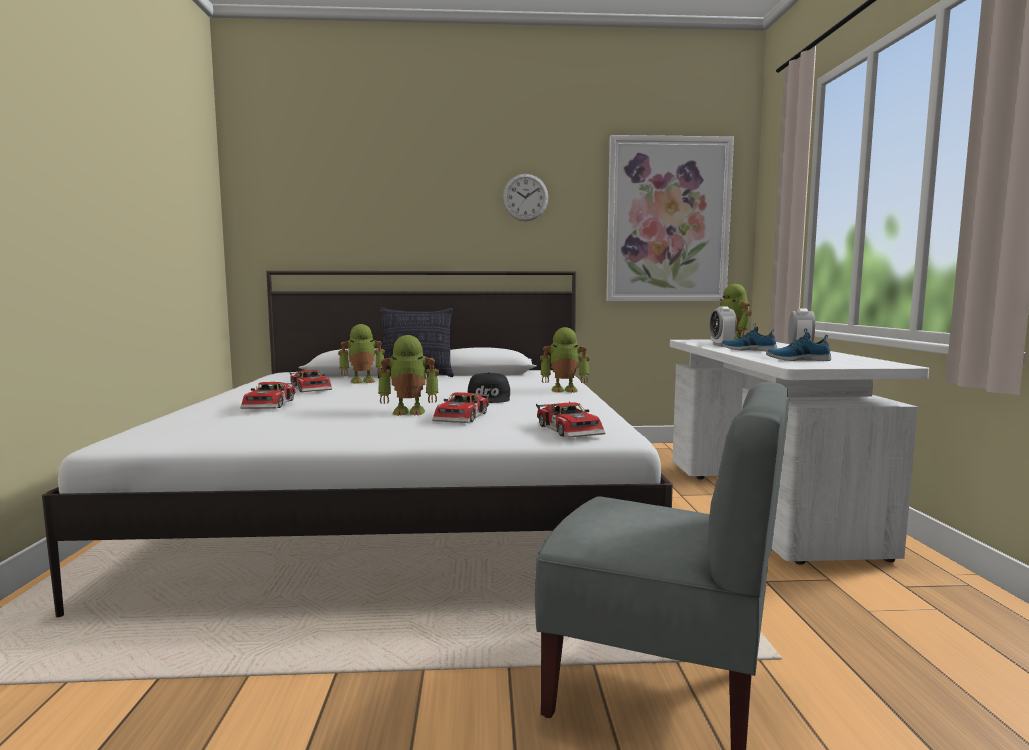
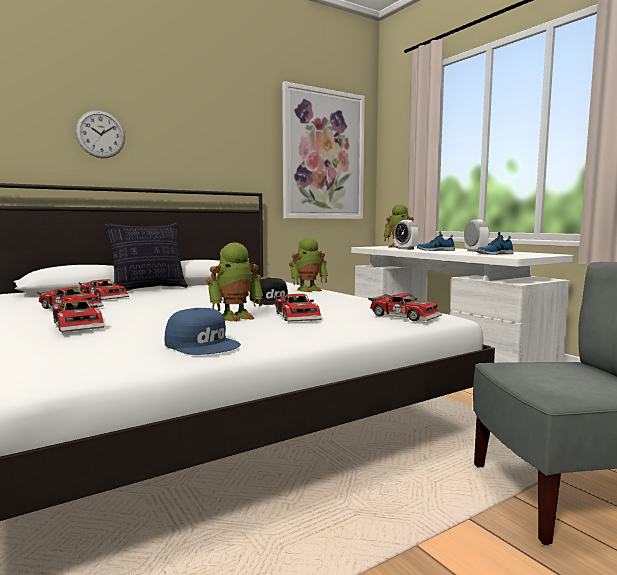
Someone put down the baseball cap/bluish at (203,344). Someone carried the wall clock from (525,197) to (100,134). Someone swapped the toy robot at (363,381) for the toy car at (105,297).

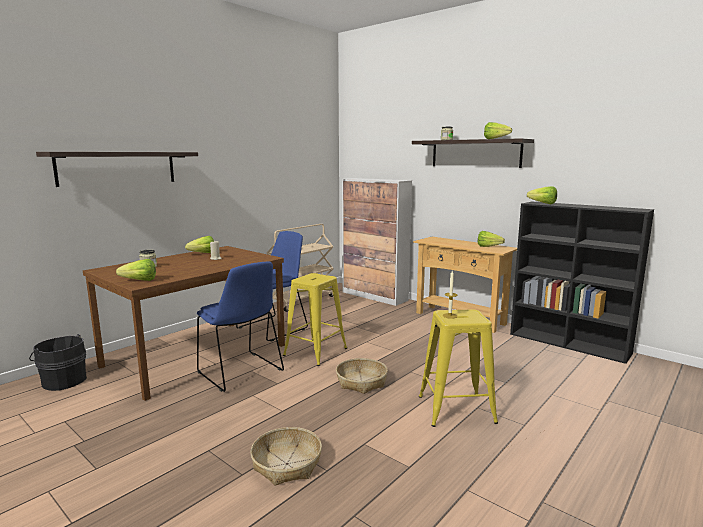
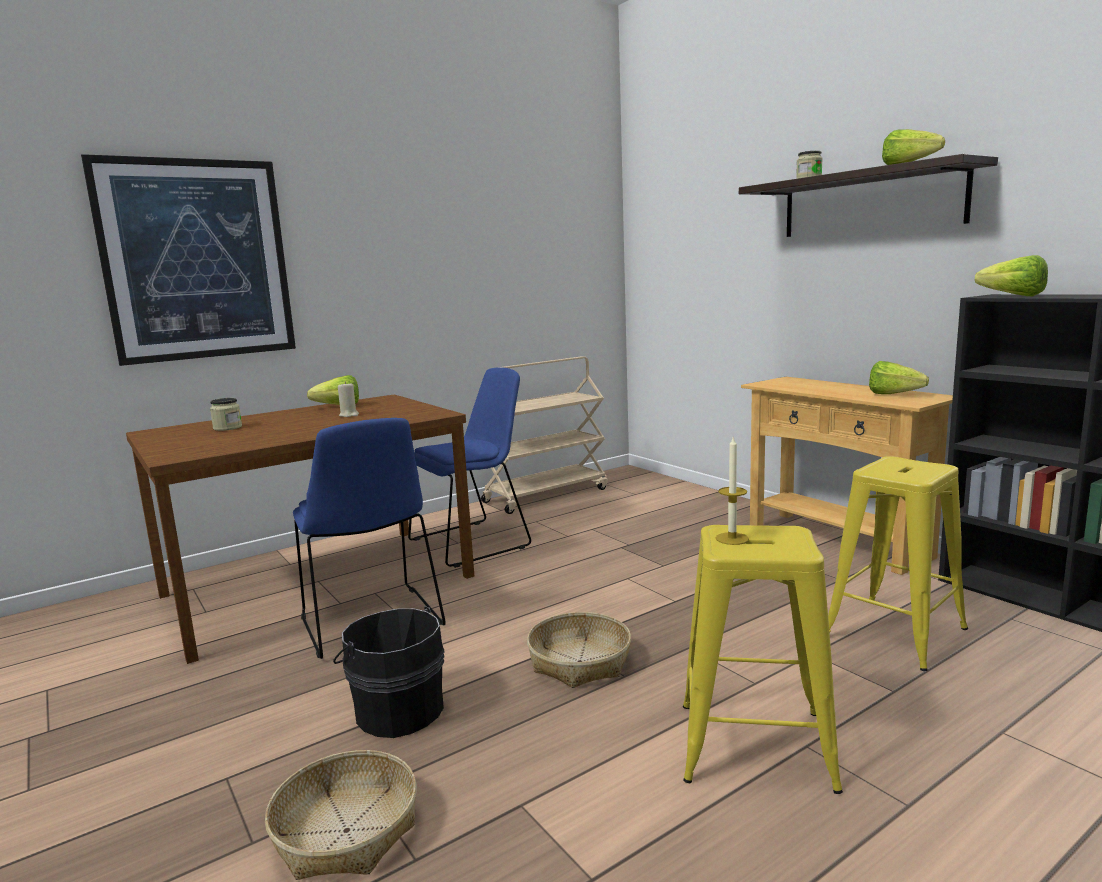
Someone took away the lettuce head at (137,281). Someone took away the cabinet at (374,296). Someone carried the pail/black-coloured from (63,380) to (397,709). Someone carried the stool/yellowish from (315,352) to (894,632). Someone swapped the bracket shelf at (118,168) for the picture at (197,260).

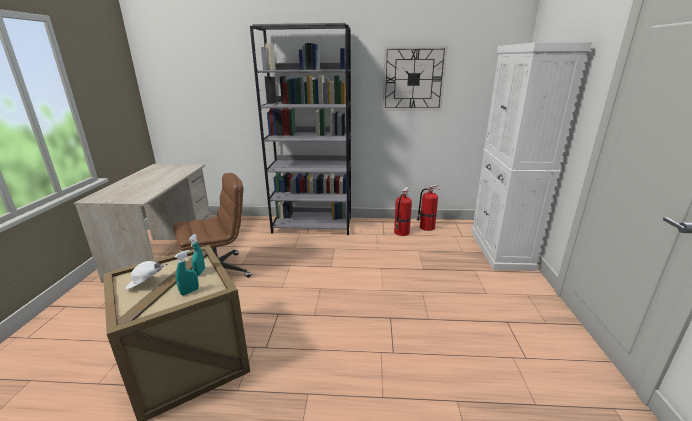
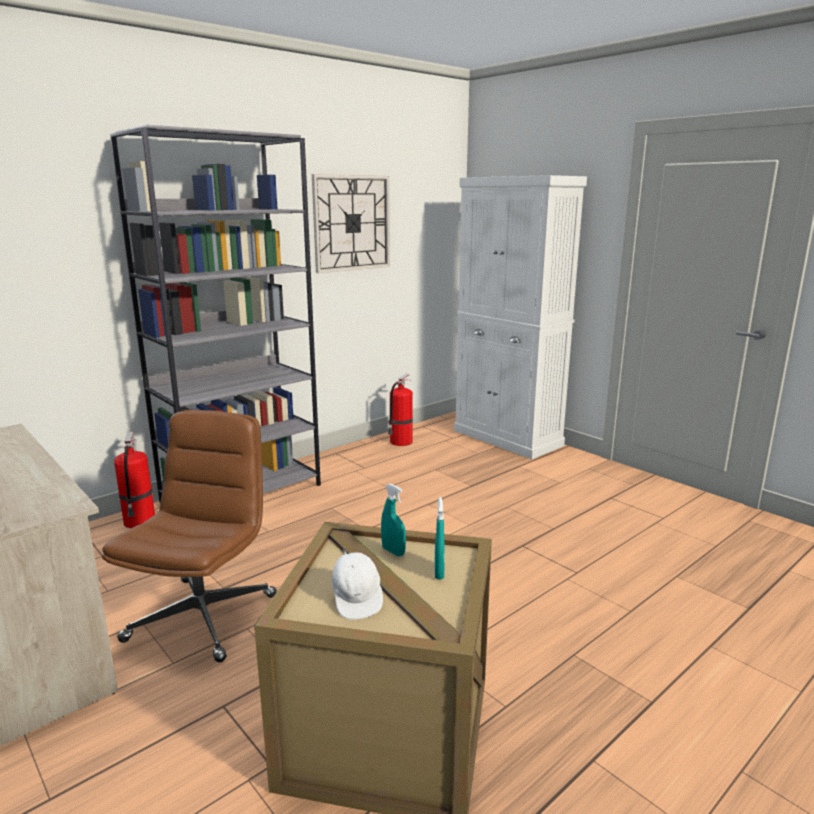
Someone carried the fire-fighting cylinder from (401,232) to (139,521). Someone rotated the baseball cap/whitish at (146,284) by 45 degrees counterclockwise.

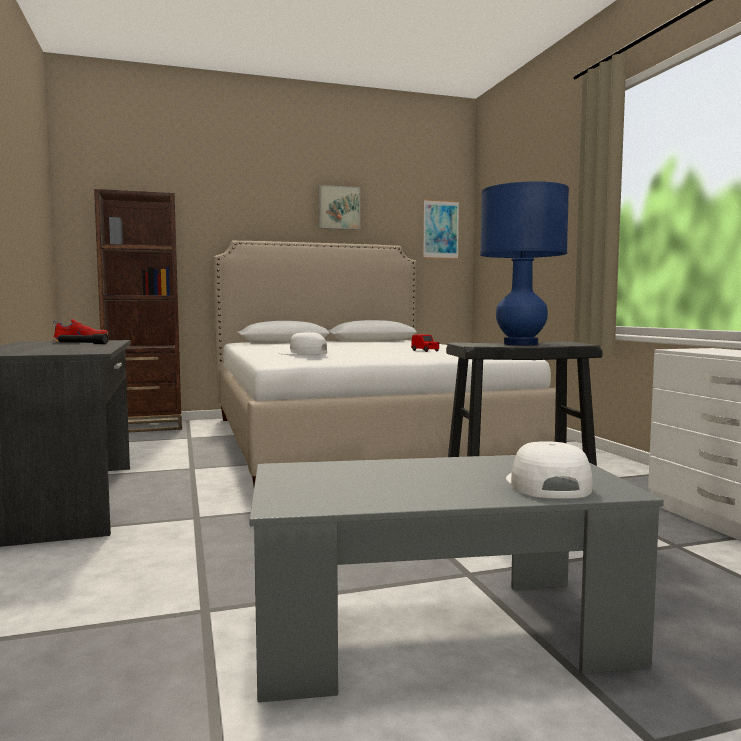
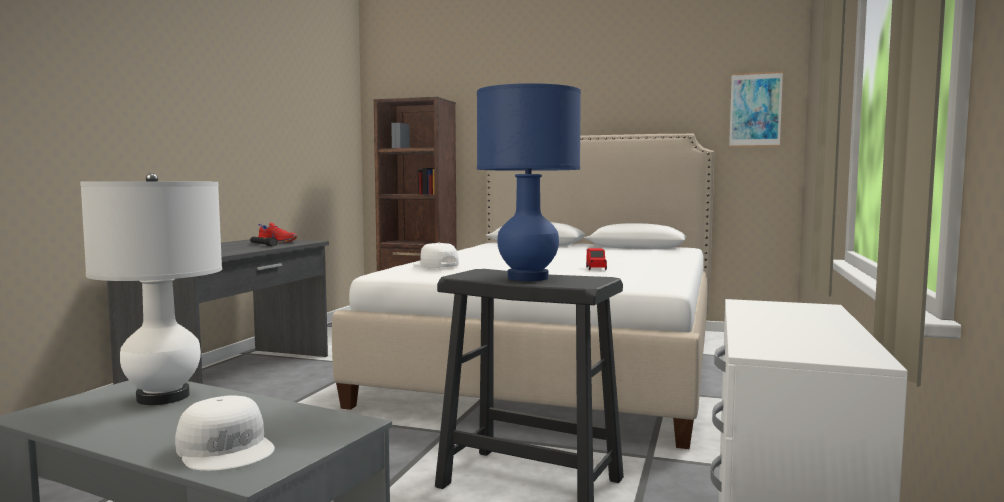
Someone took away the picture at (338,208). Someone put down the tabletop lamp/whitish at (163,397). Someone rotated the baseball cap/whitish at (545,485) by 105 degrees clockwise.

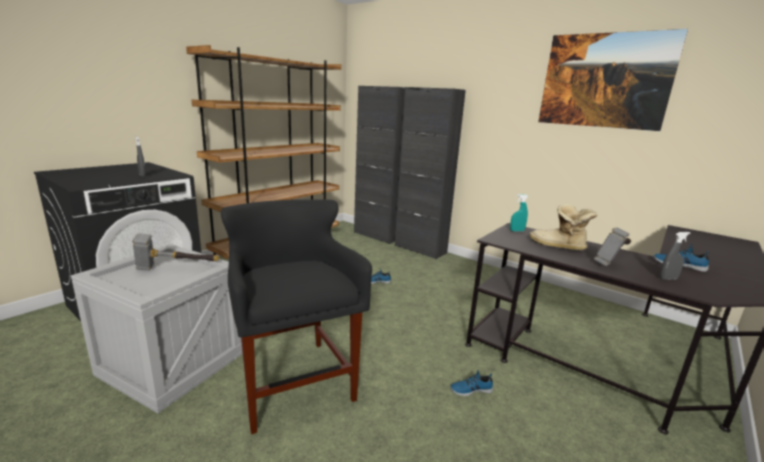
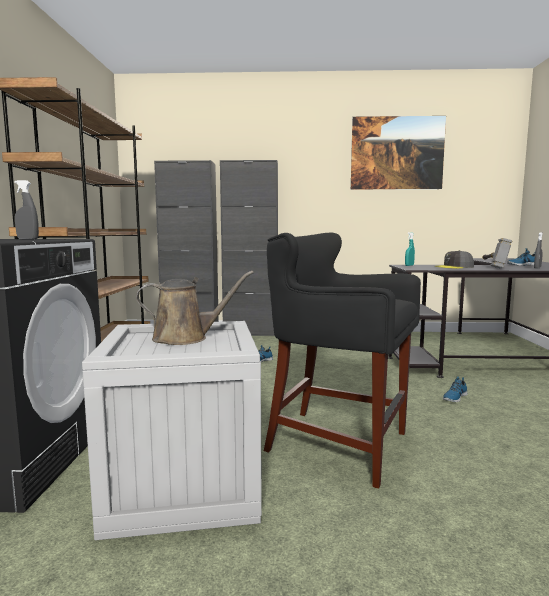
Someone swapped the tool hammer at (175,269) for the watering pot/brown-coloured at (186,338). Someone swapped the boot at (558,247) for the baseball cap/grey at (454,267).

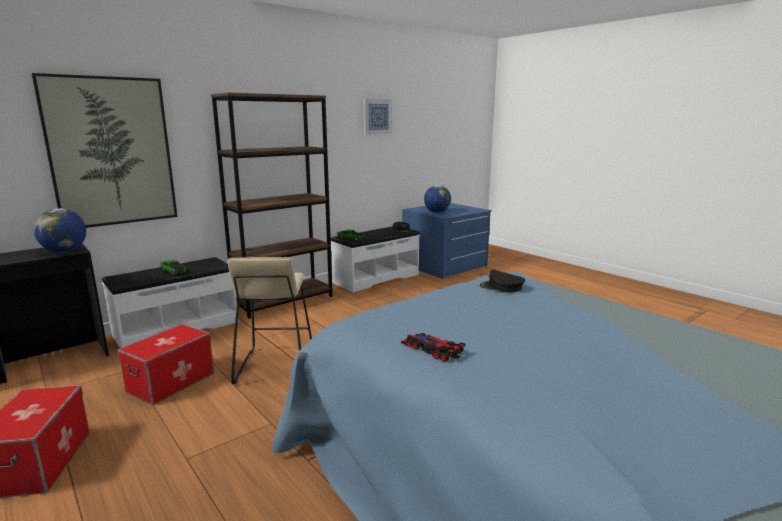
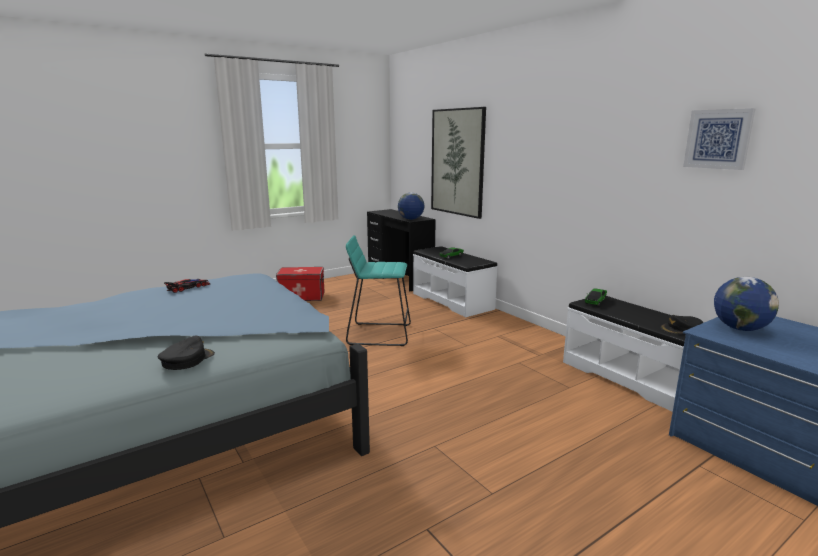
Someone took away the storage box at (171,382). Someone took away the bookcase/brown-coloured at (284,301). Someone carried the baseball cap/black-coloured from (501,287) to (187,359). Someone repainted the stool/beige-coloured at (275,366), which became the stool/turquoise-coloured at (379,334).

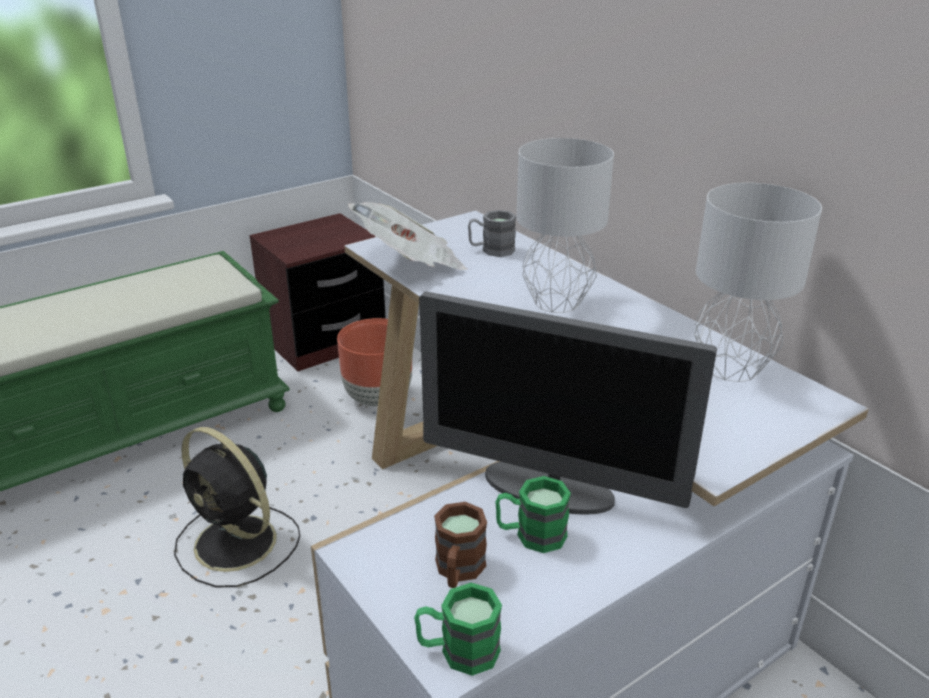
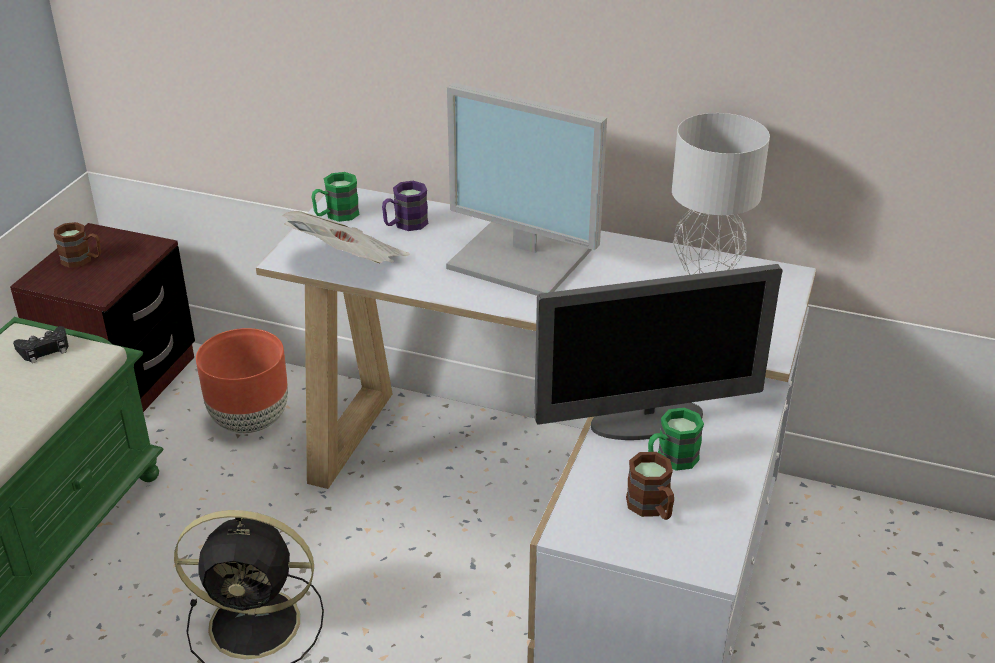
Someone put down the joypad/black-coloured at (44,349). Someone put down the coffee mug/brown-coloured at (82,260). Someone carried the coffee mug/green-coloured from (458,651) to (336,215). Someone swapped the tabletop lamp/grey at (558,302) for the computer screen at (523,258). Someone repainted the coffee mug/grey at (491,250), which became the coffee mug/purple at (405,224).

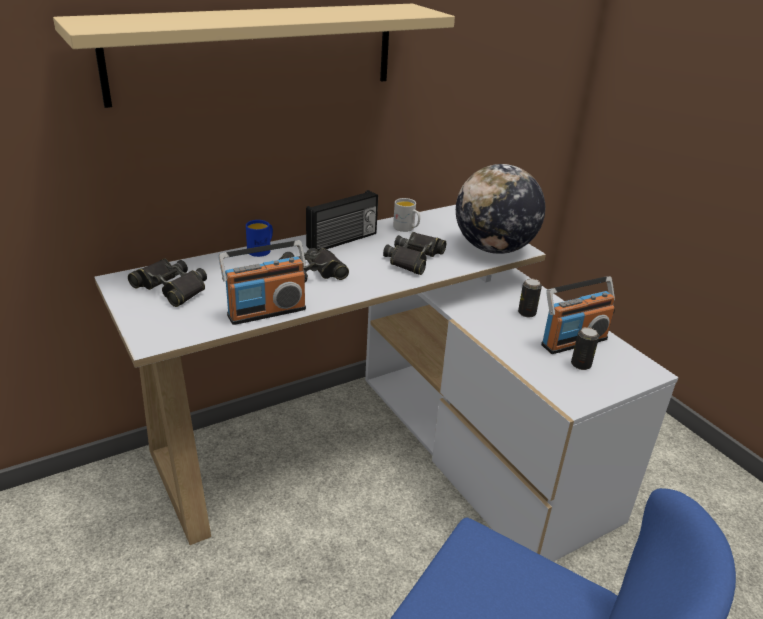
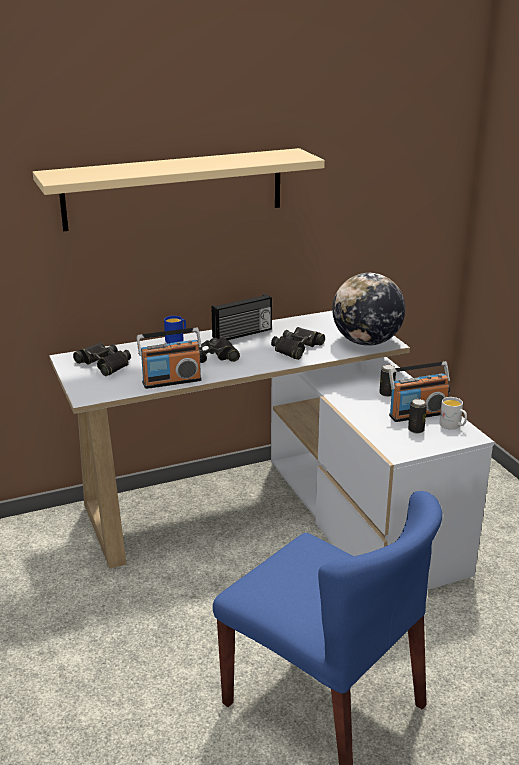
Someone carried the coffee mug/whitish from (406,228) to (453,426).

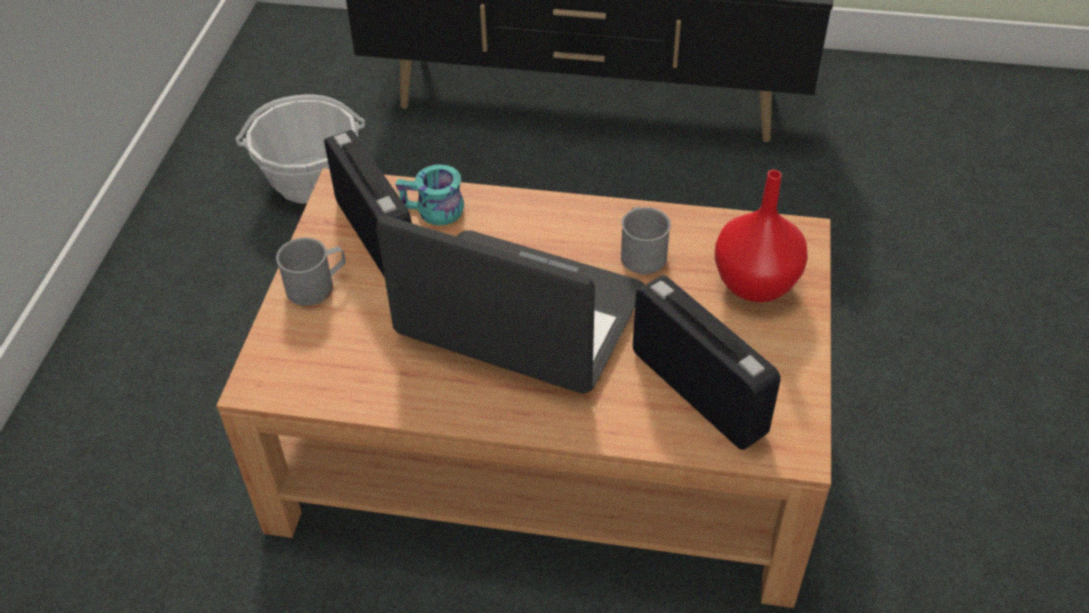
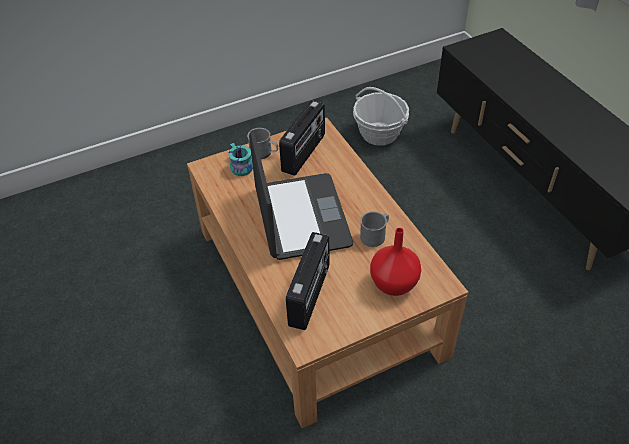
Someone carried the coffee mug/turquoise-coloured from (433,212) to (238,167).

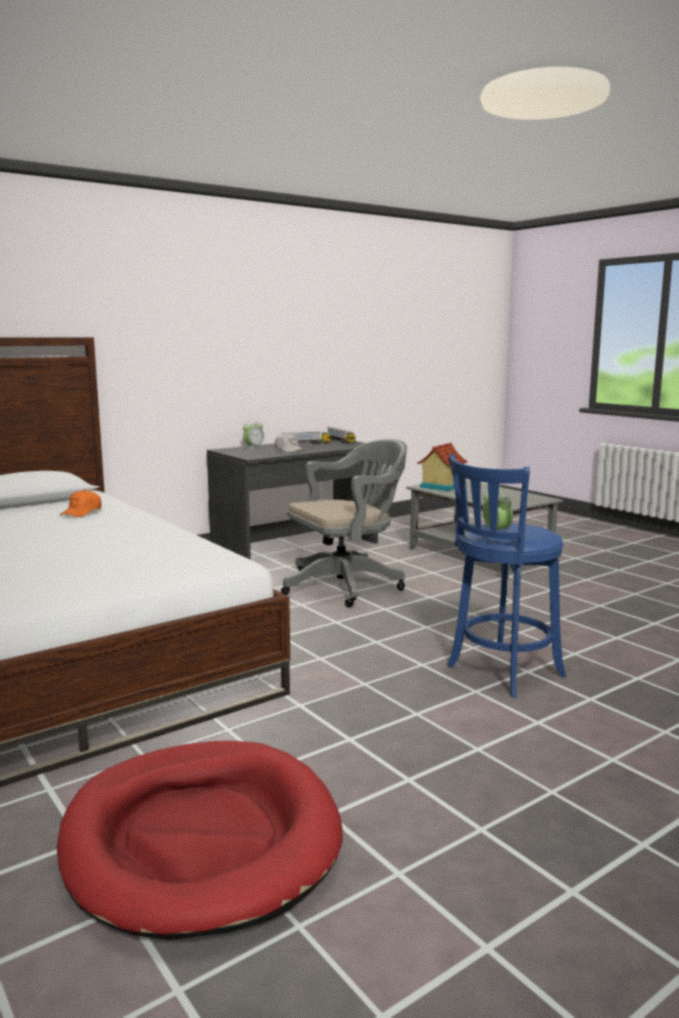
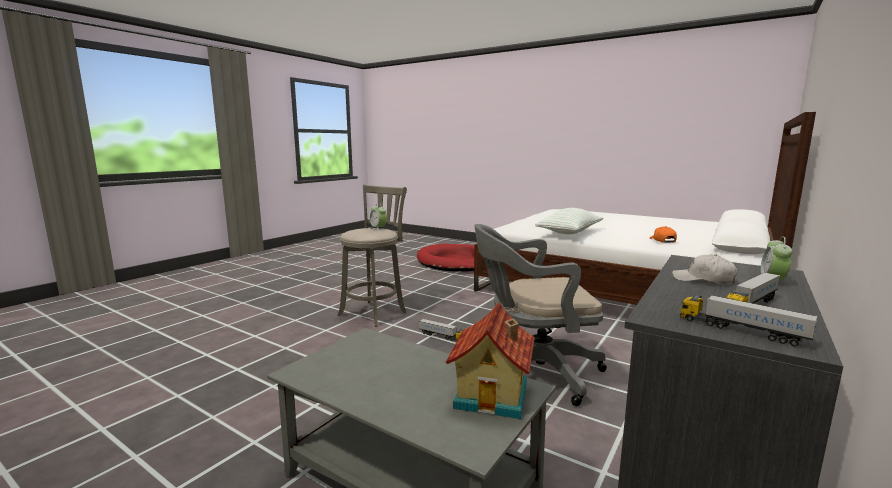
Someone put down the toy lorry at (442,336). Someone put down the cushion at (569,232). Someone repainted the stool/bluish at (501,672), which became the stool/grey at (375,312). Someone rotated the office chair/grey at (347,585) by 45 degrees clockwise.

